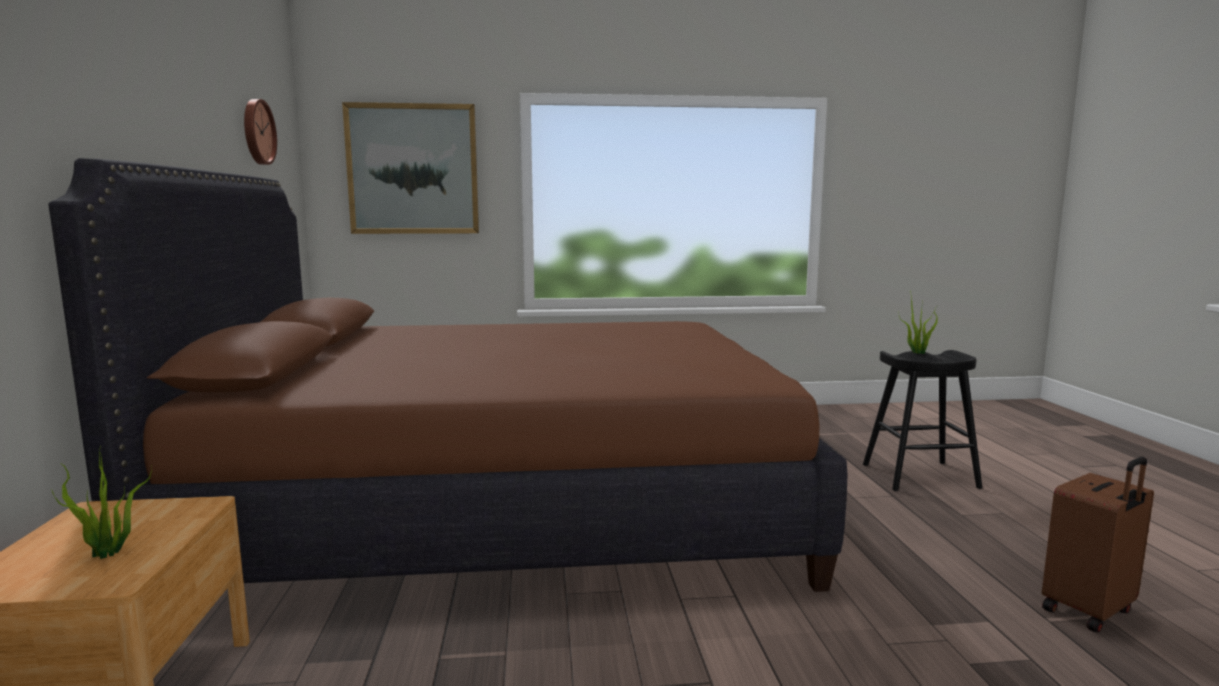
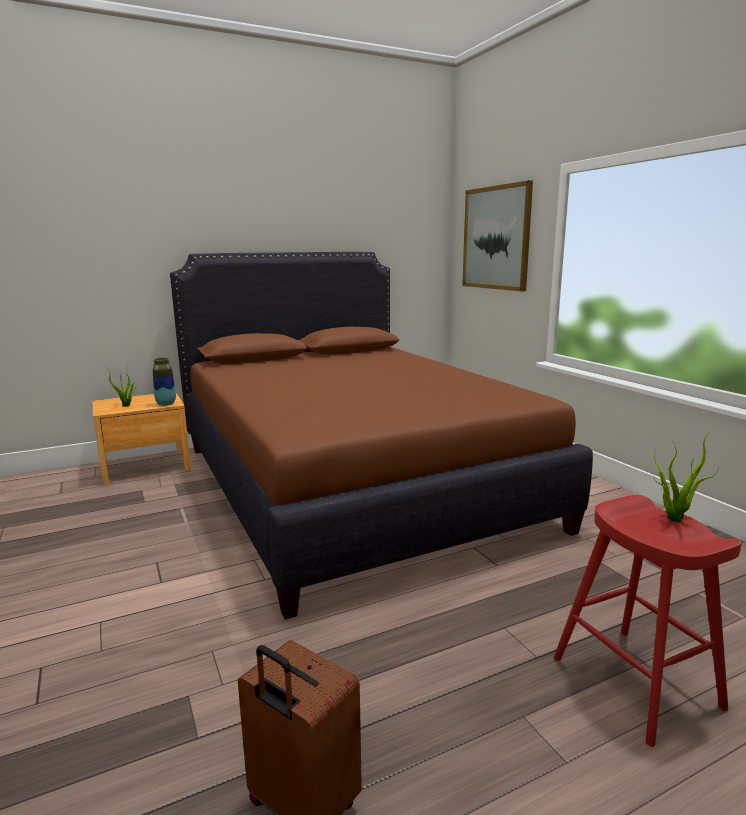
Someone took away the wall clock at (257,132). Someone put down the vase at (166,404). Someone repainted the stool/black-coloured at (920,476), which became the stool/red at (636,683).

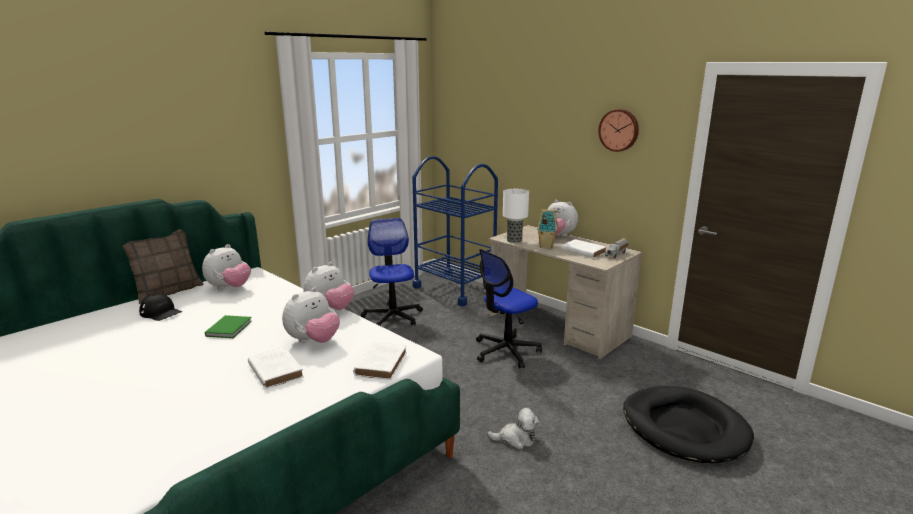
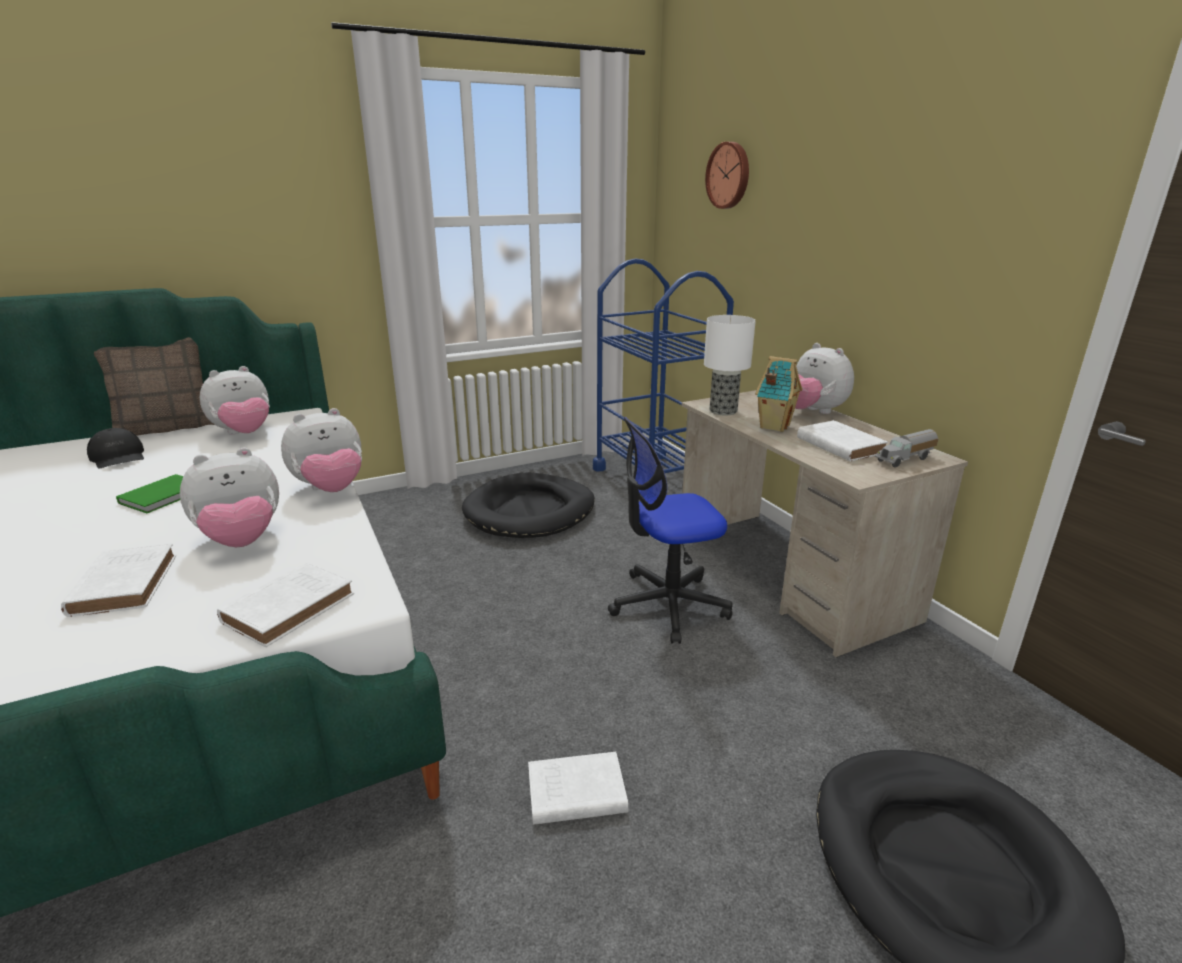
Someone carried the wall clock from (619,130) to (729,175). Someone swapped the office chair at (392,317) for the pet bed/black-coloured at (530,511). Someone swapped the soft toy at (516,439) for the bound book/whitish at (573,793).

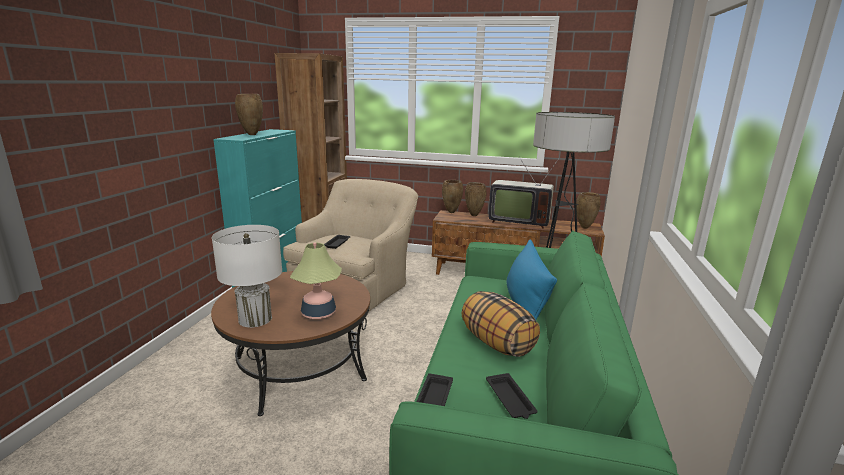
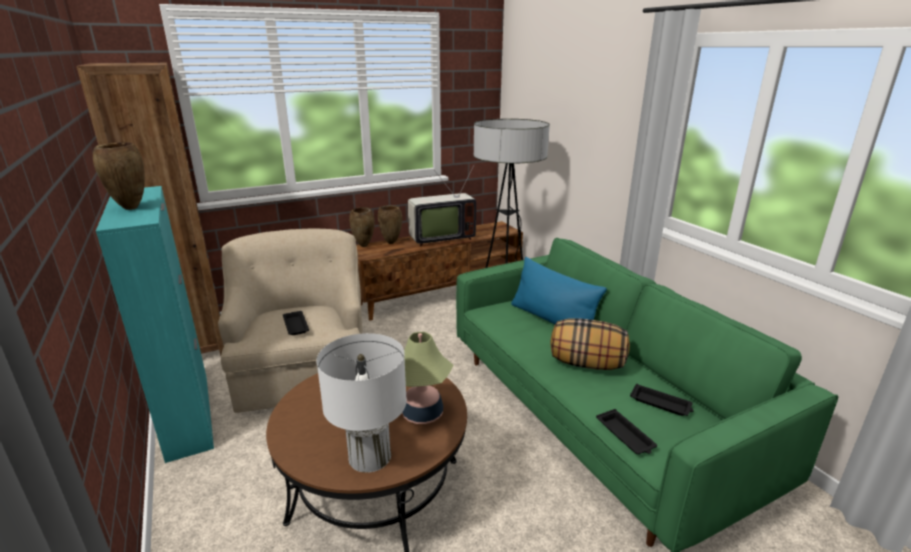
Someone took away the vase/brown-coloured at (584,227).

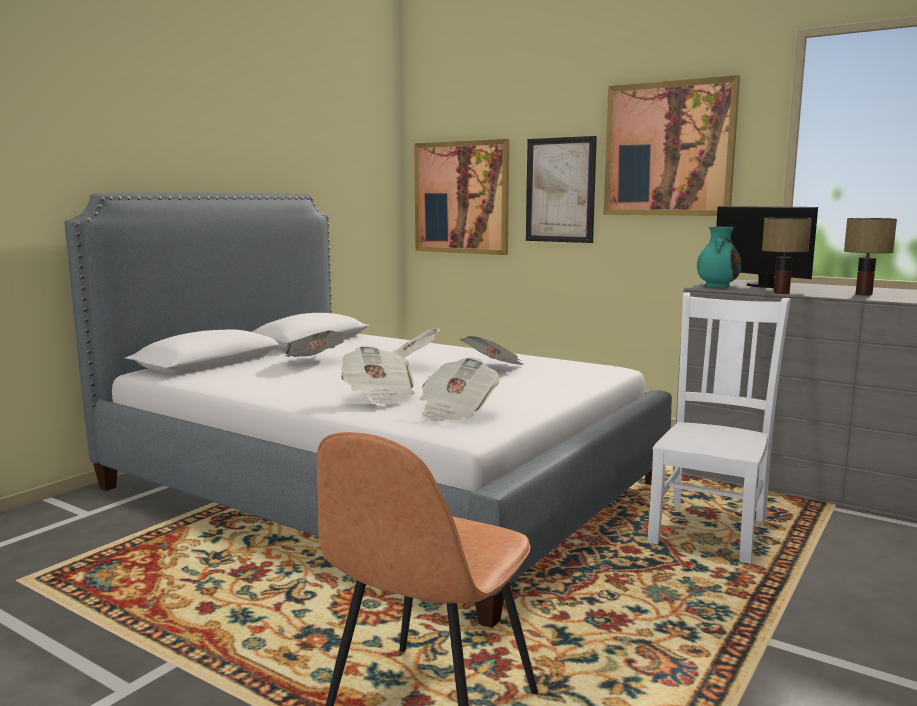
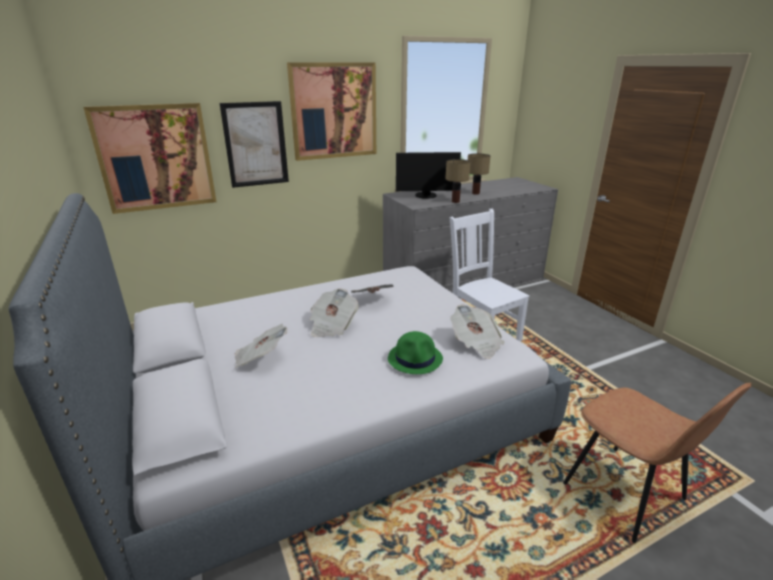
Someone took away the vase/turquoise-coloured at (717,286). Someone swapped the daily paper at (378,395) for the clothing hat/green-coloured at (415,359).

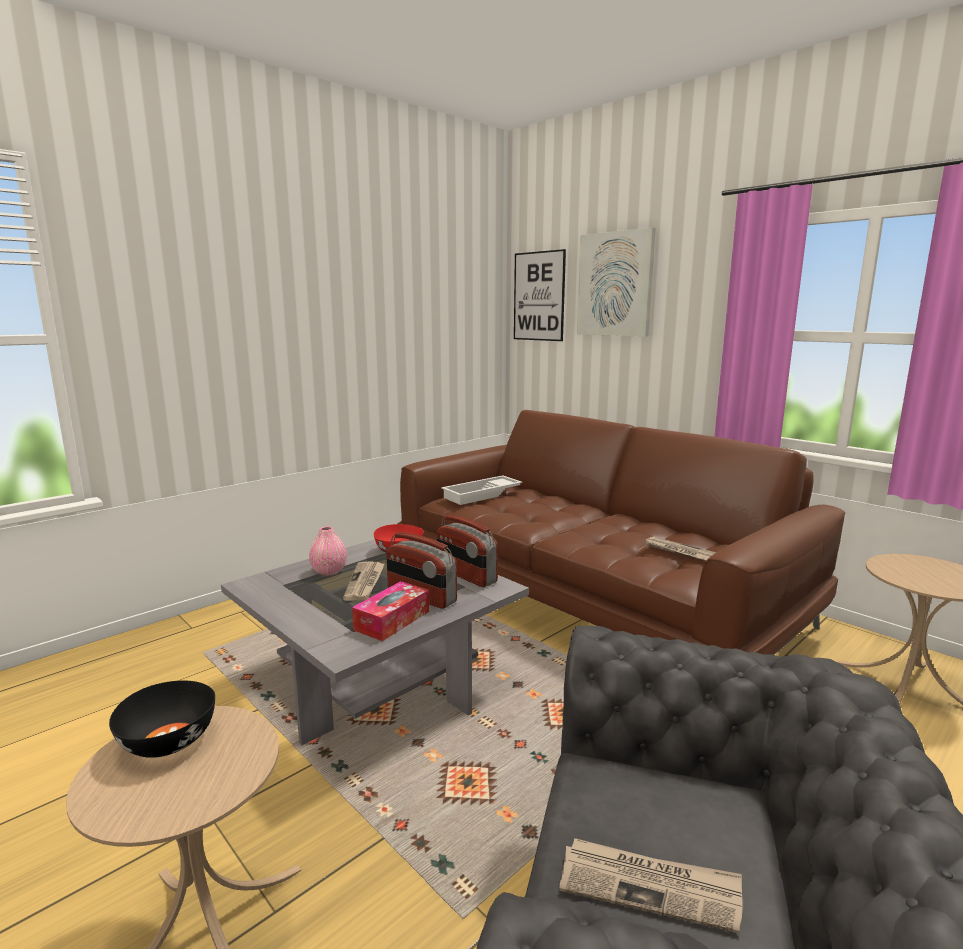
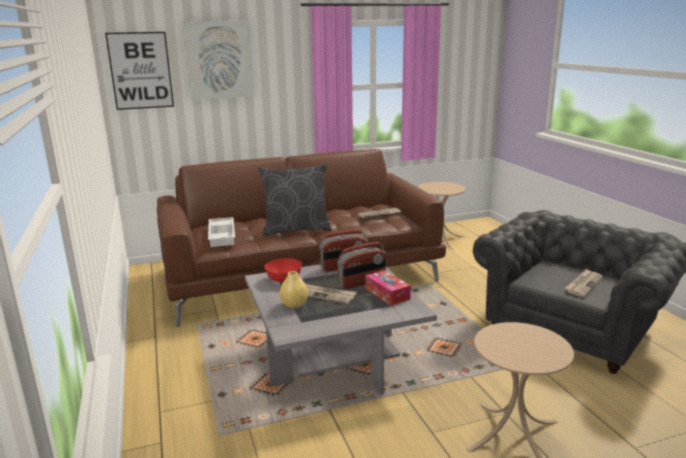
Someone took away the bowl/black-coloured at (167,741). Someone put down the cushion/grey at (296,229). Someone repainted the vase/pinkish at (329,571), which became the vase/yellowish at (294,304).

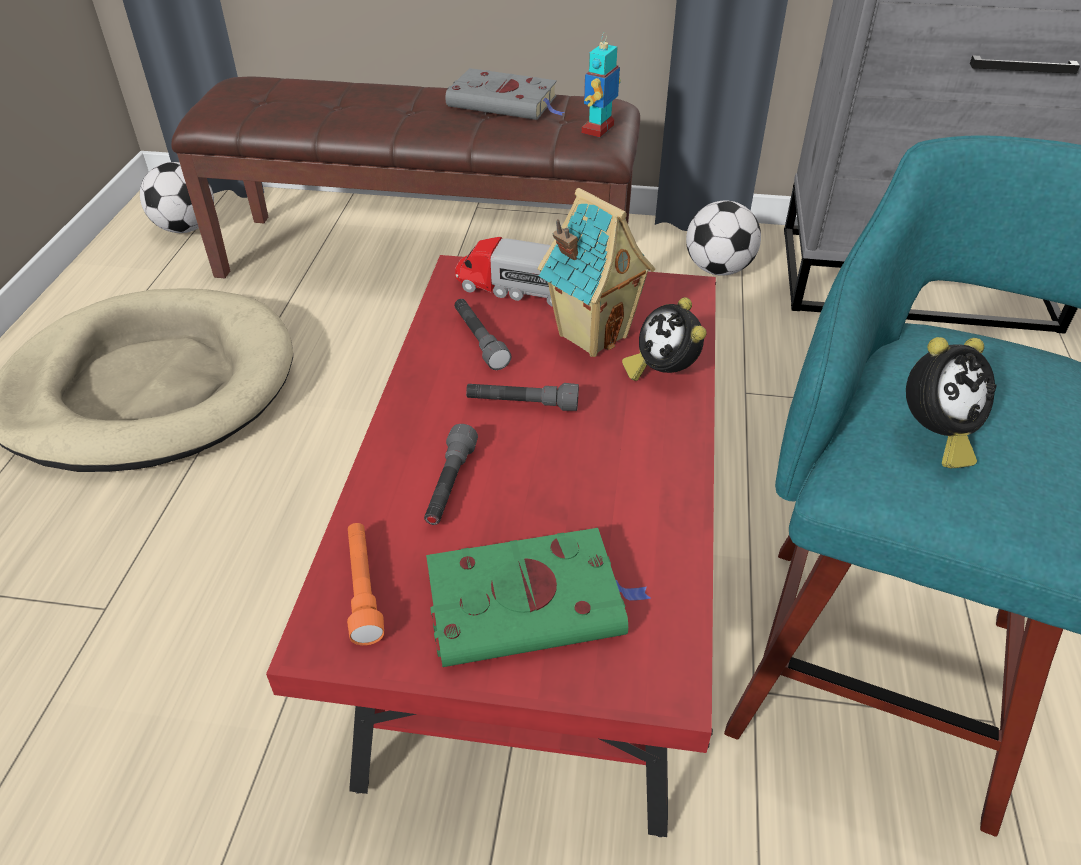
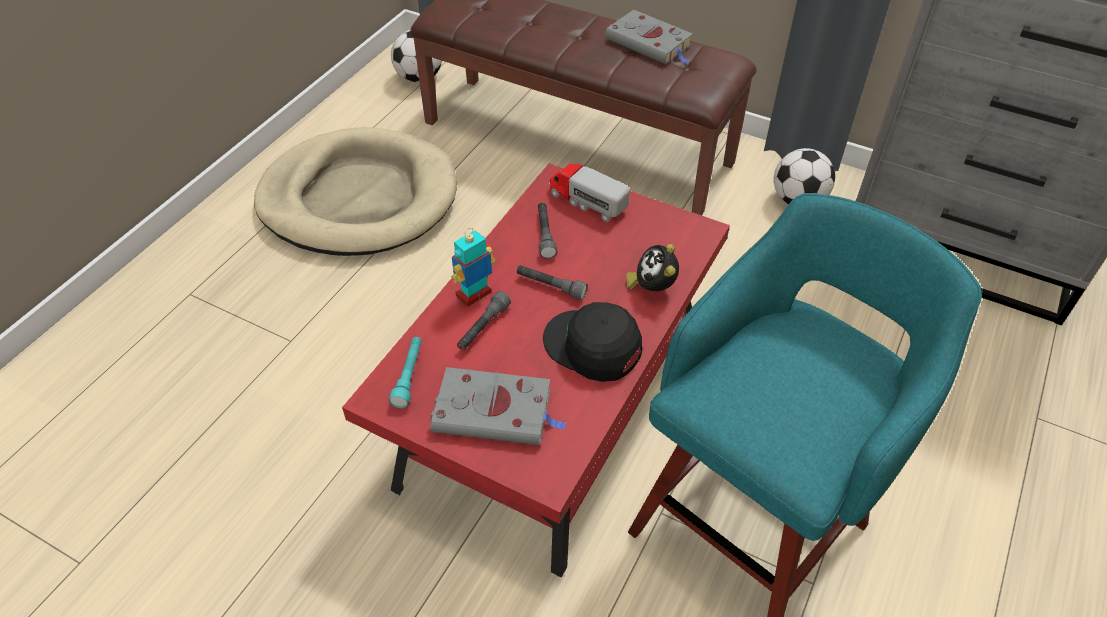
Someone took away the model house at (592,334). Someone took away the table clock at (934,436). Someone put down the baseball cap/black-coloured at (593,346). Someone carried the toy robot from (598,129) to (474,294). Someone repainted the torch/orange-coloured at (363,589), which became the torch/turquoise-coloured at (409,376). Someone repainted the bound book/green-coloured at (530,603), which became the bound book/grey at (496,411).

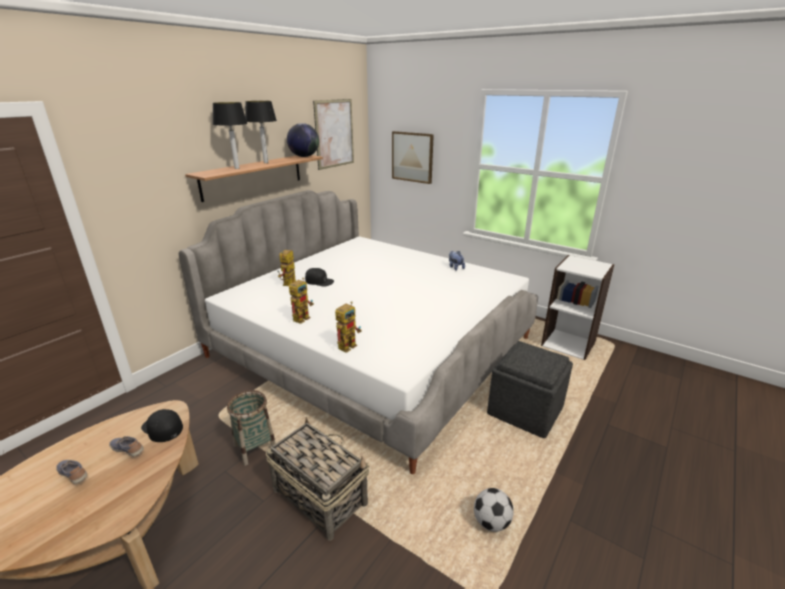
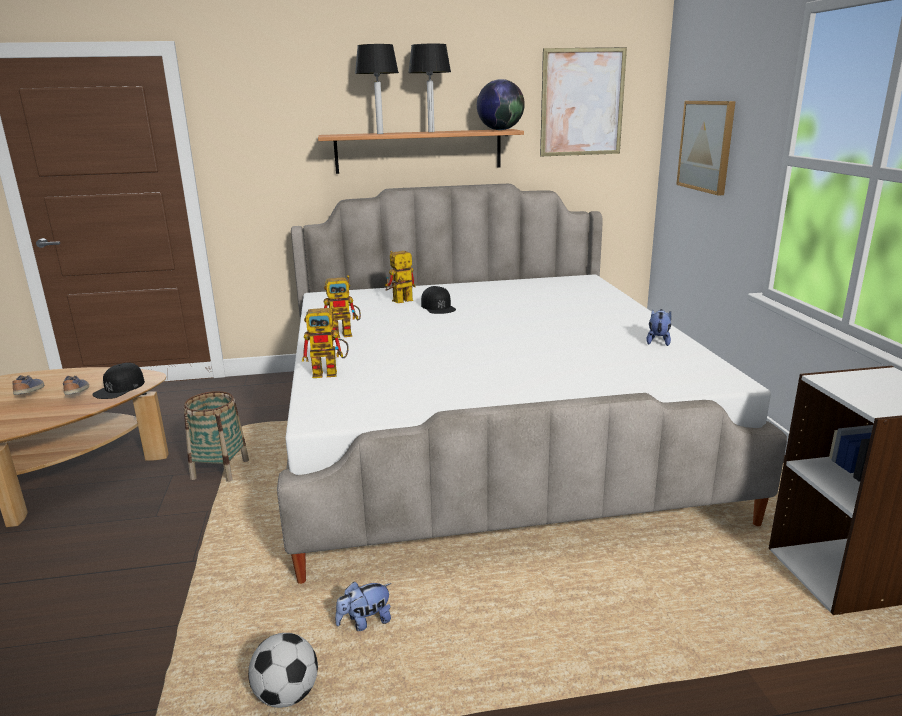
Someone took away the basket at (319,496). Someone took away the pouffe/grey at (525,409). Someone put down the soft toy at (365,622). Someone rotated the baseball cap/black-coloured at (162,427) by 150 degrees counterclockwise.

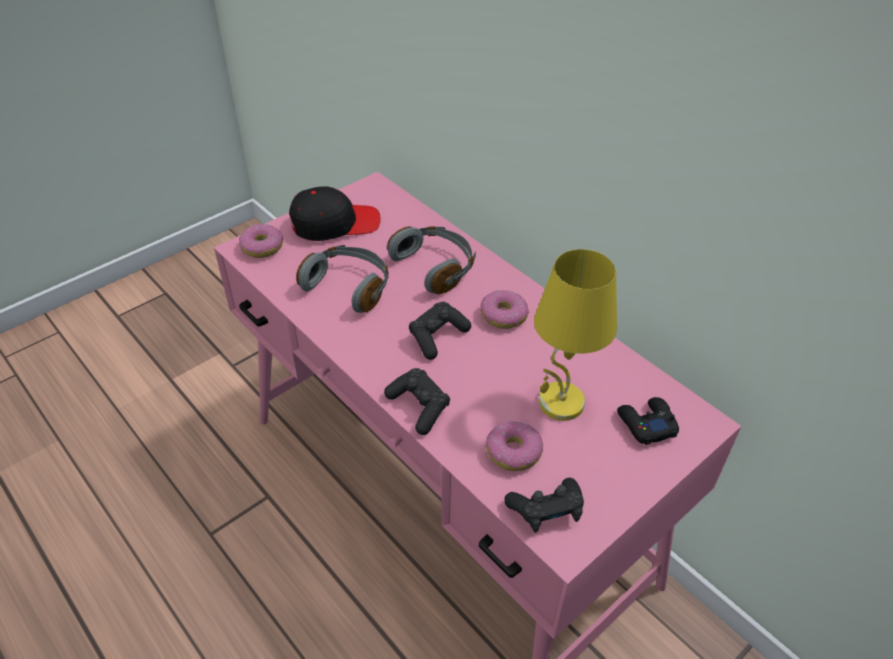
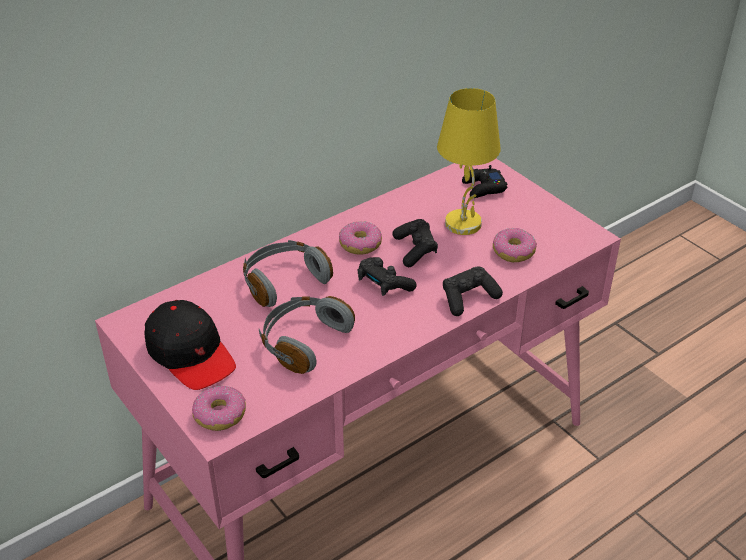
Someone carried the joypad/black-coloured from (546,511) to (415,250). Someone rotated the baseball cap/black-coloured at (335,223) by 150 degrees clockwise.

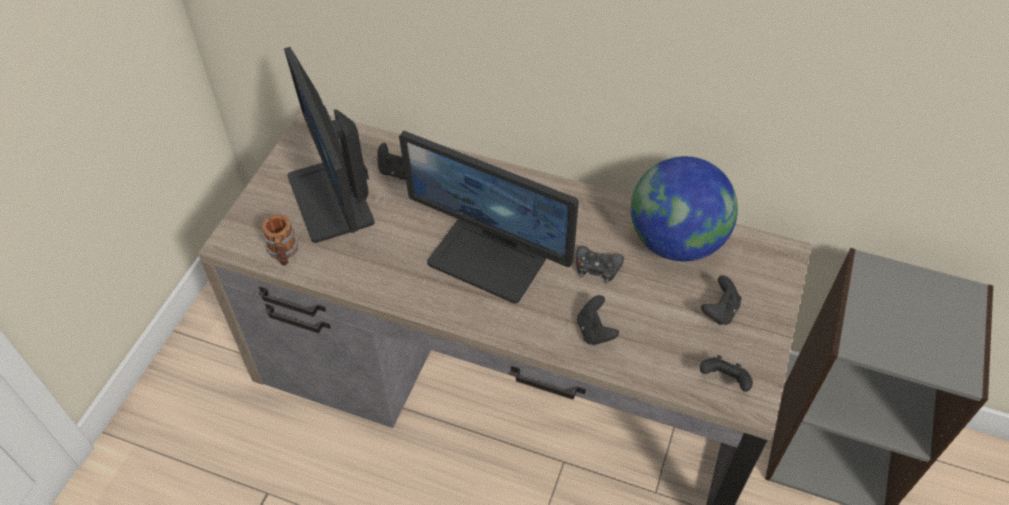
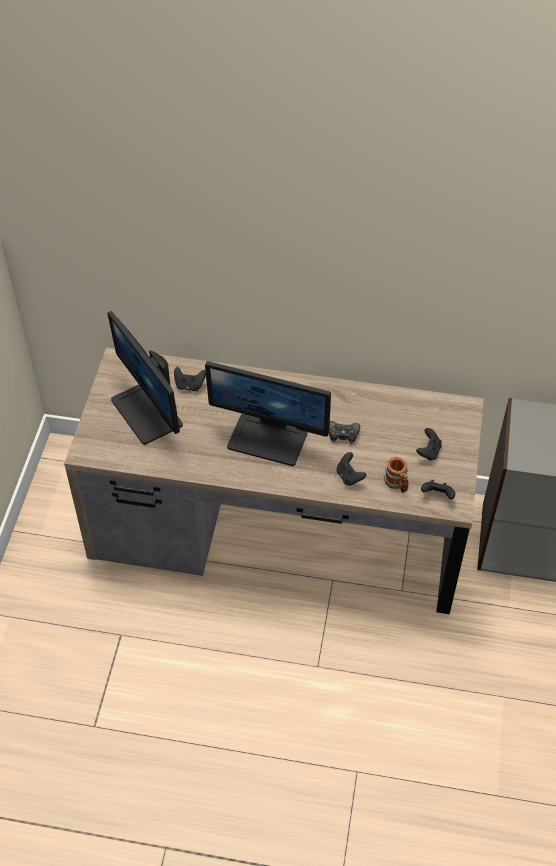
Someone took away the globe at (675,241). Someone carried the coffee mug from (283,253) to (397,484).

